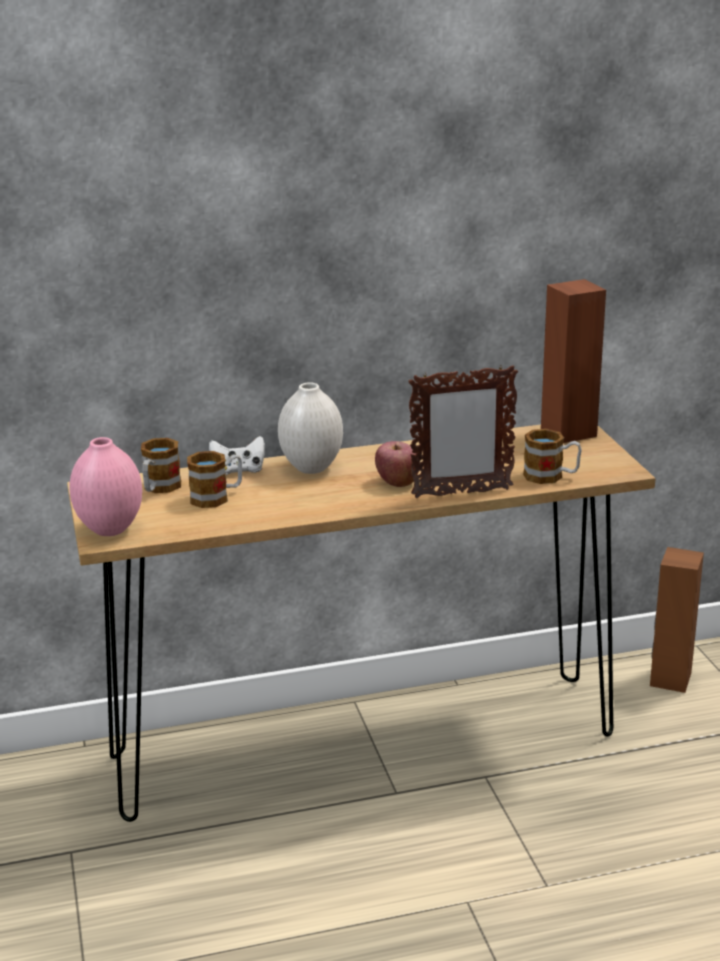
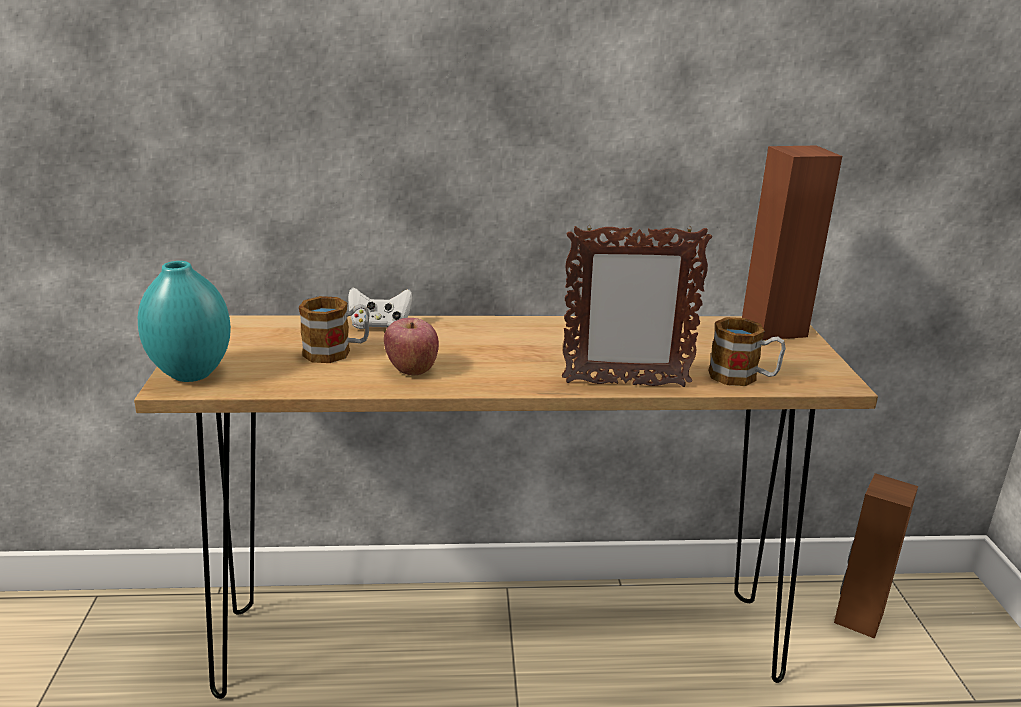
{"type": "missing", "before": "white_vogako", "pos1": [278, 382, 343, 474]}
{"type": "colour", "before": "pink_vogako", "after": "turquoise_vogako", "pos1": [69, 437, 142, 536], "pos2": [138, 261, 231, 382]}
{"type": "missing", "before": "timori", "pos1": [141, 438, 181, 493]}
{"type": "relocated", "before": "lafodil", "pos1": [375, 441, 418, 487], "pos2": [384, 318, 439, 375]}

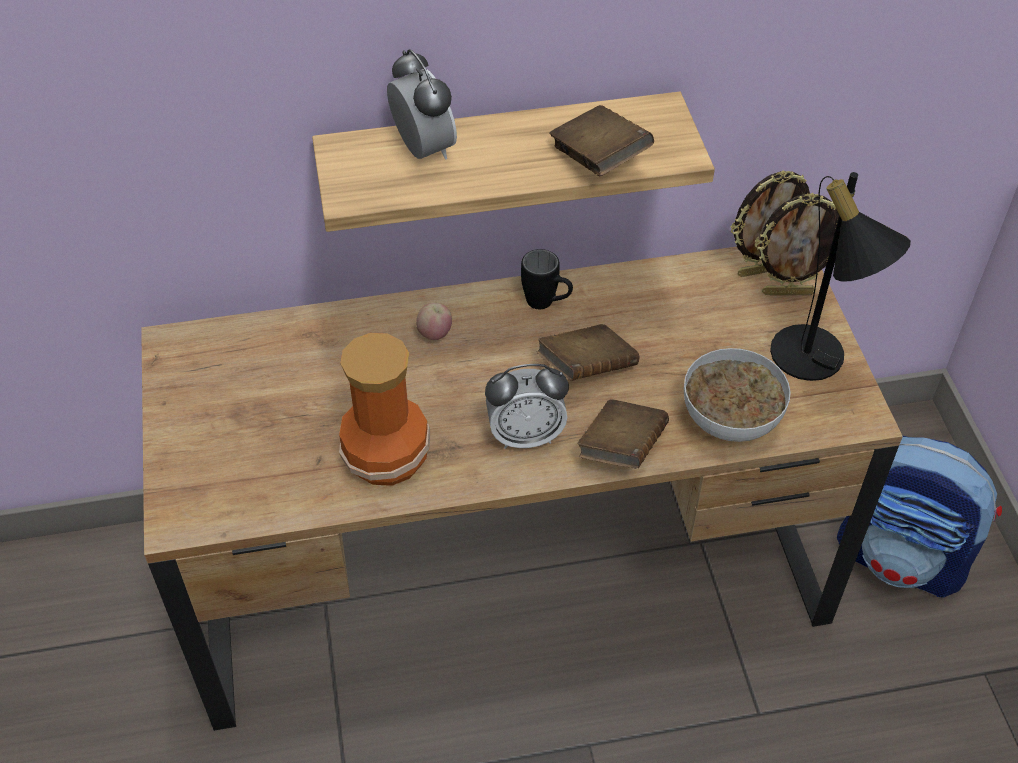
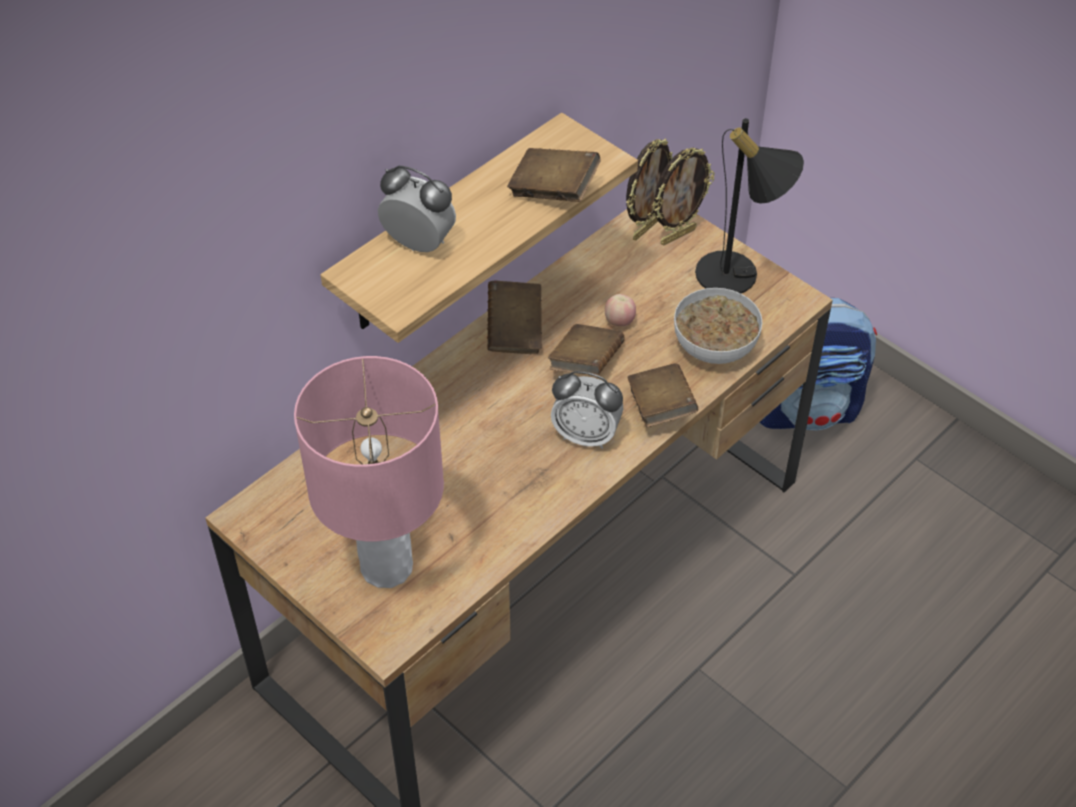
{"type": "exchanged", "before": "black_timori", "after": "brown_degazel", "pos1": [521, 249, 573, 309], "pos2": [487, 280, 542, 354]}
{"type": "relocated", "before": "lafodil", "pos1": [416, 303, 452, 340], "pos2": [605, 294, 636, 326]}
{"type": "missing", "before": "vogako", "pos1": [339, 333, 430, 486]}
{"type": "spun", "before": "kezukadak", "pos1": [485, 364, 569, 449], "pos2": [551, 371, 623, 449], "turn": 60}
{"type": "appeared", "after": "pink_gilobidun", "pos2": [294, 356, 444, 588]}

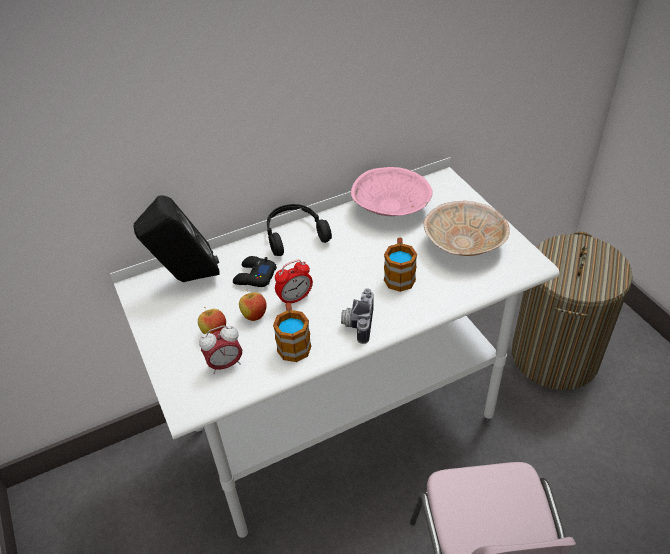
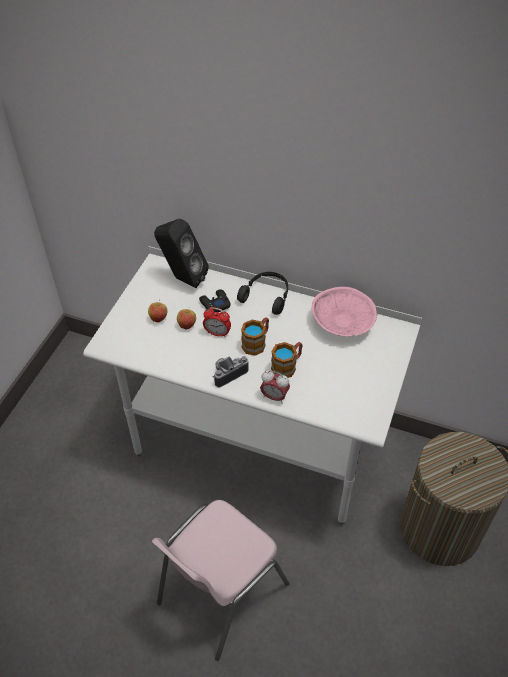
{"type": "missing", "before": "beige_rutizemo", "pos1": [424, 201, 510, 256]}
{"type": "relocated", "before": "timori", "pos1": [273, 303, 311, 362], "pos2": [241, 317, 269, 356]}
{"type": "relocated", "before": "kezukadak", "pos1": [199, 325, 242, 374], "pos2": [260, 370, 290, 404]}

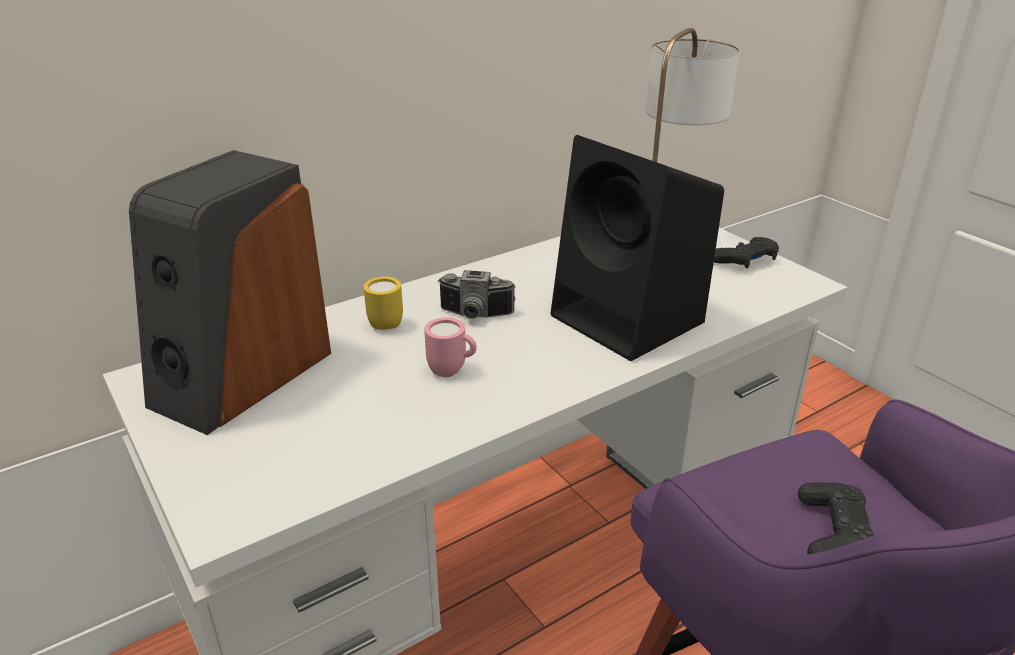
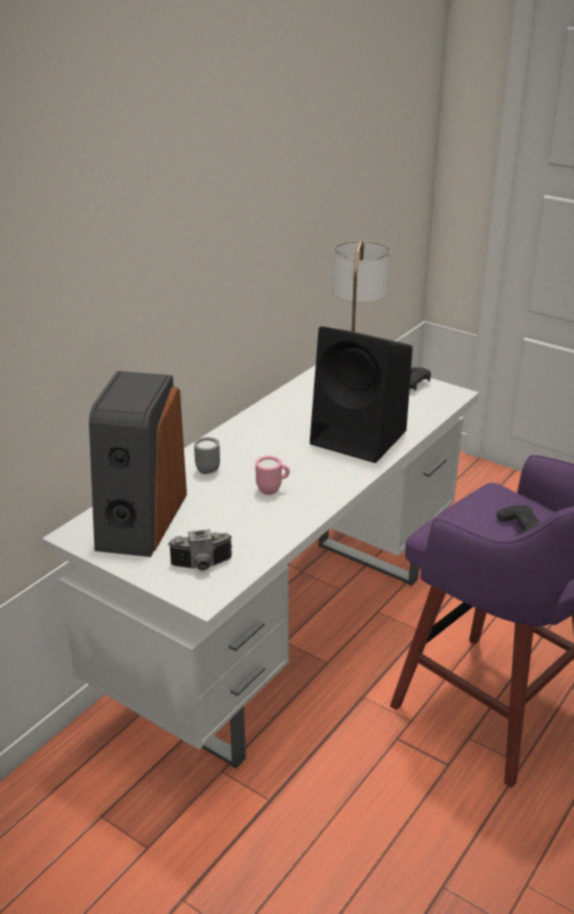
{"type": "relocated", "before": "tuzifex", "pos1": [438, 270, 516, 319], "pos2": [169, 529, 232, 571]}
{"type": "colour", "before": "yellow_timori", "after": "grey_timori", "pos1": [364, 277, 403, 330], "pos2": [194, 437, 220, 474]}

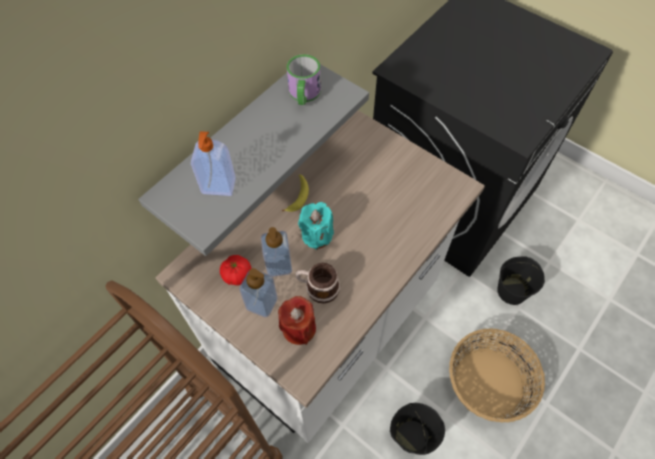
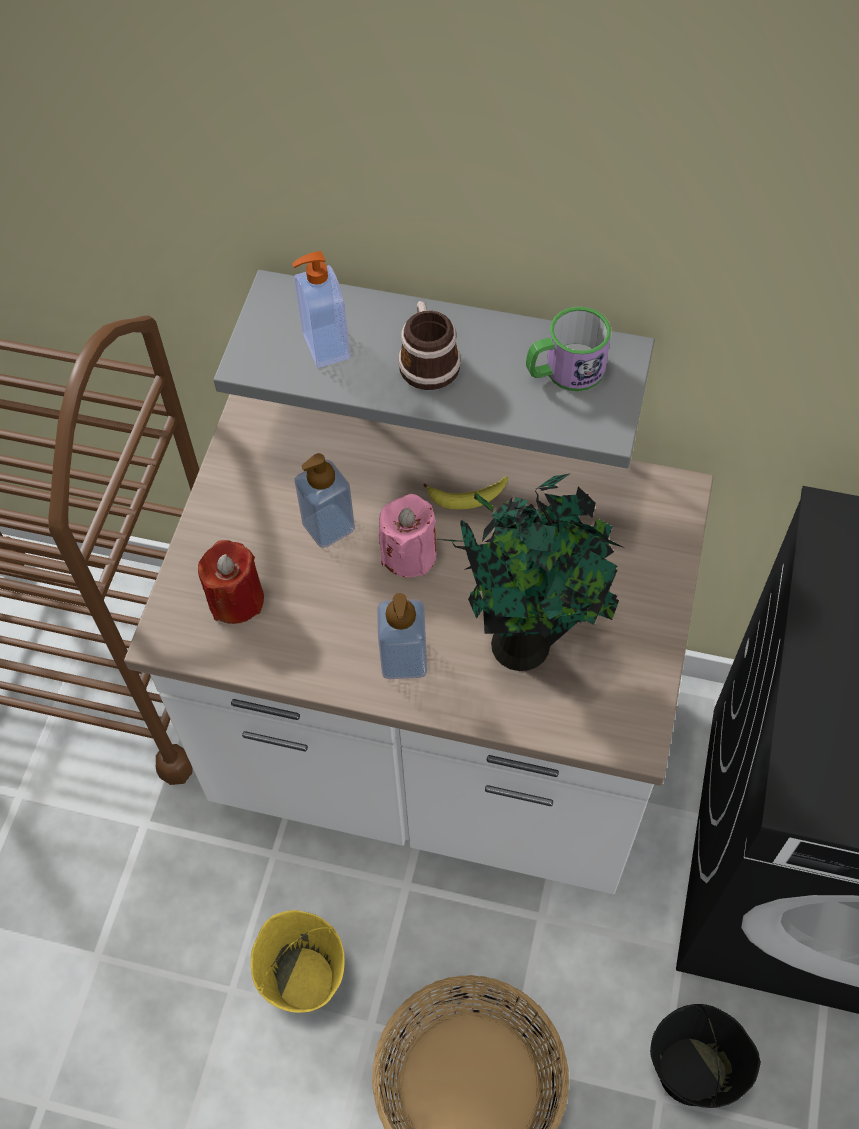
{"type": "colour", "before": "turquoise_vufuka", "after": "pink_vufuka", "pos1": [298, 202, 334, 250], "pos2": [379, 494, 437, 577]}
{"type": "missing", "before": "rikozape", "pos1": [220, 255, 252, 286]}
{"type": "relocated", "before": "timori", "pos1": [295, 263, 340, 303], "pos2": [398, 301, 461, 390]}
{"type": "relocated", "before": "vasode", "pos1": [239, 268, 277, 317], "pos2": [377, 593, 427, 679]}
{"type": "colour", "before": "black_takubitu", "after": "yellow_takubitu", "pos1": [390, 403, 445, 455], "pos2": [251, 910, 345, 1013]}
{"type": "appeared", "after": "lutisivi", "pos2": [436, 474, 624, 671]}

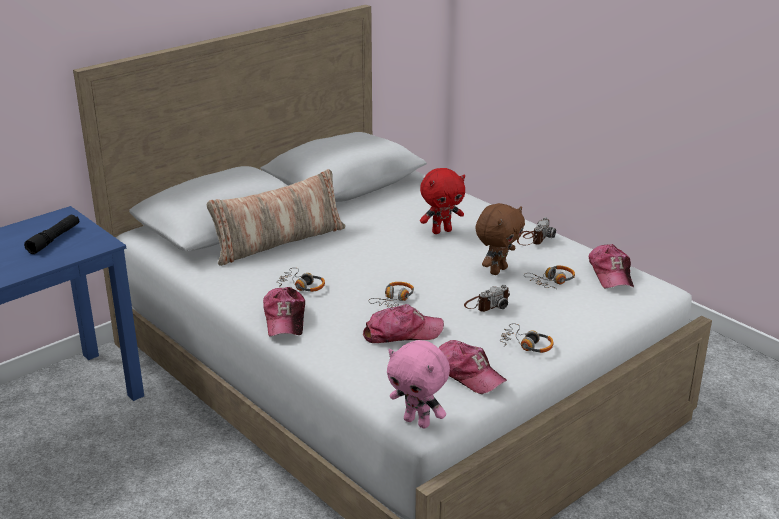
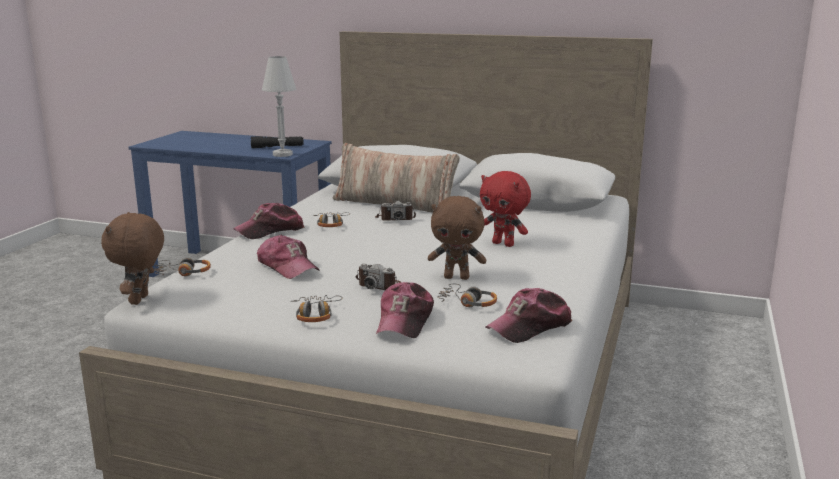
{"type": "relocated", "before": "tuzifex", "pos1": [517, 217, 556, 245], "pos2": [375, 200, 416, 221]}
{"type": "relocated", "before": "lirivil", "pos1": [368, 282, 414, 307], "pos2": [154, 258, 211, 276]}
{"type": "colour", "before": "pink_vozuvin", "after": "brown_vozuvin", "pos1": [387, 340, 450, 428], "pos2": [101, 212, 164, 305]}
{"type": "relocated", "before": "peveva", "pos1": [439, 340, 507, 394], "pos2": [376, 282, 434, 338]}
{"type": "appeared", "after": "white_gilobidun", "pos2": [262, 56, 296, 157]}

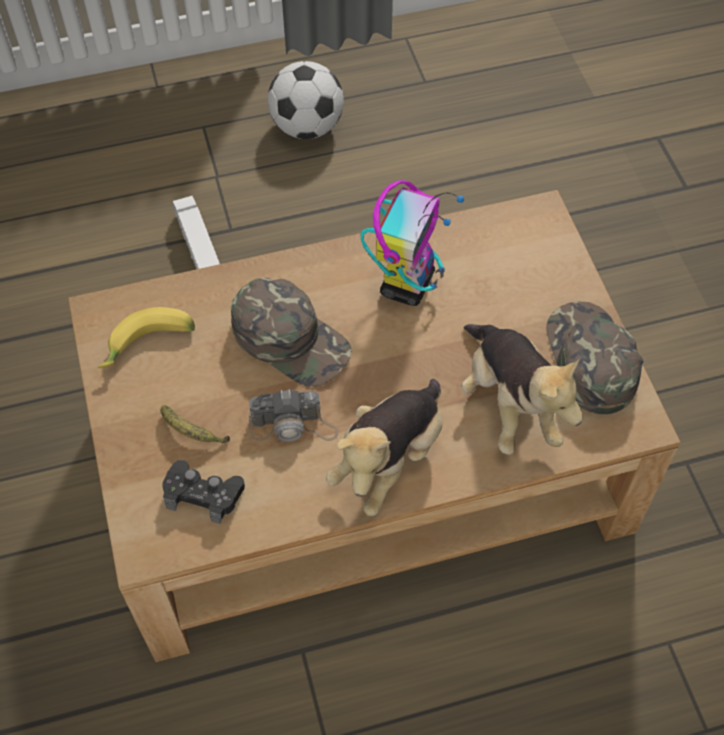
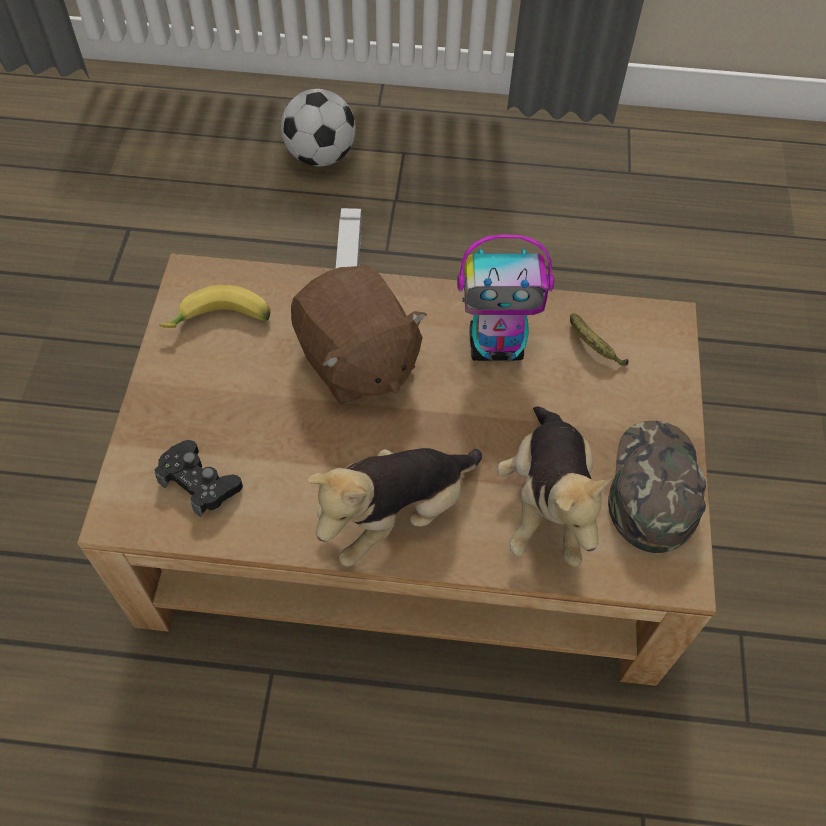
{"type": "relocated", "before": "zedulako", "pos1": [268, 61, 344, 139], "pos2": [281, 89, 356, 166]}
{"type": "spun", "before": "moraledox", "pos1": [361, 180, 464, 306], "pos2": [457, 234, 554, 362], "turn": 45}
{"type": "exchanged", "before": "green_peveva", "after": "brown_vozuvin", "pos1": [231, 278, 352, 387], "pos2": [291, 265, 427, 405]}
{"type": "missing", "before": "tuzifex", "pos1": [249, 389, 338, 442]}
{"type": "relocated", "before": "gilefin", "pos1": [160, 405, 230, 443], "pos2": [570, 313, 628, 366]}

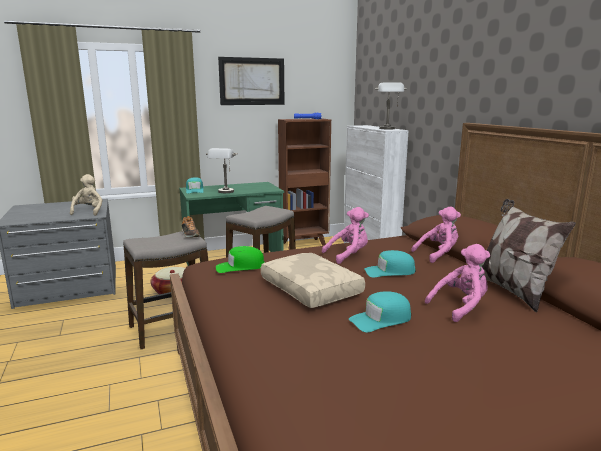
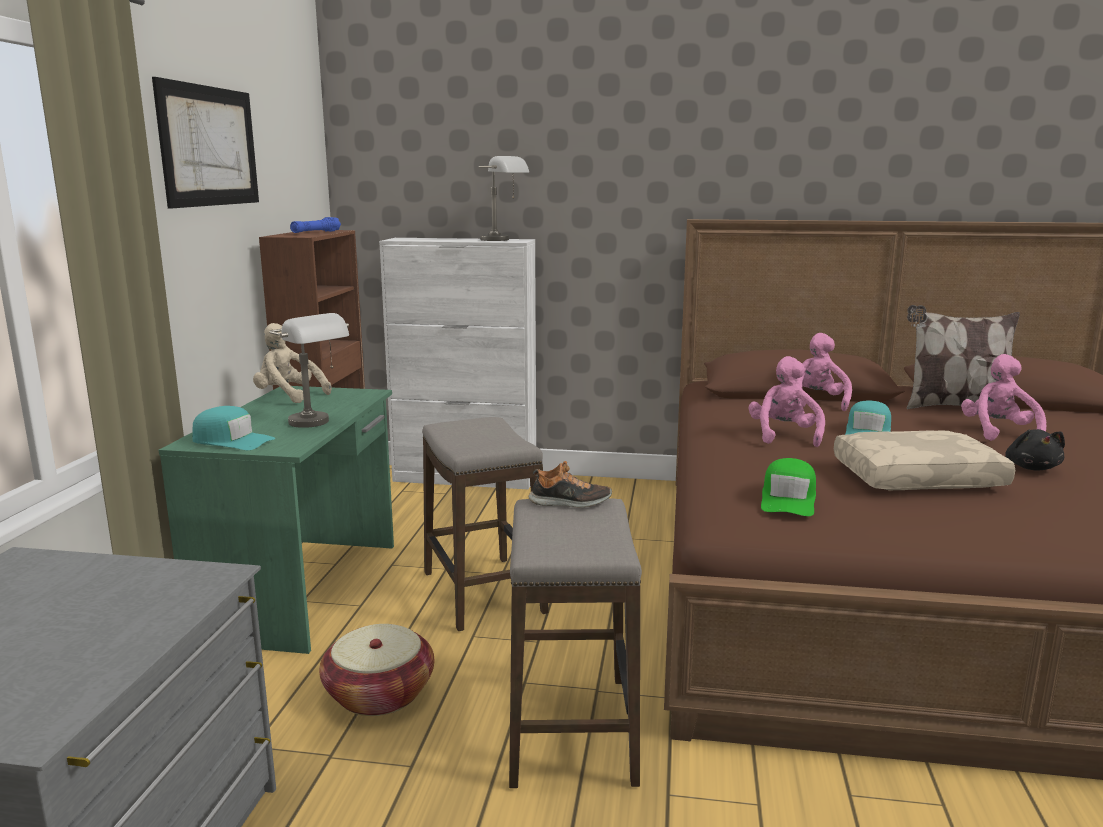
{"type": "relocated", "before": "beige_vozuvin", "pos1": [70, 174, 103, 216], "pos2": [253, 323, 332, 403]}
{"type": "exchanged", "before": "turquoise_peveva", "after": "black_vozuvin", "pos1": [349, 291, 411, 332], "pos2": [1005, 429, 1065, 470]}

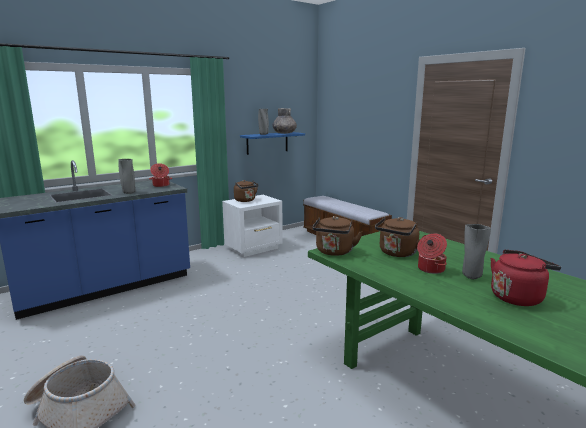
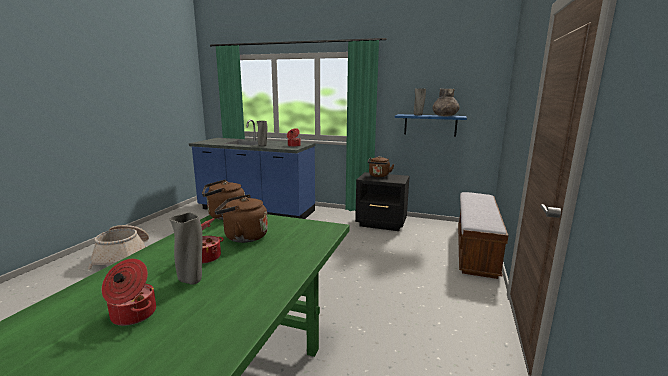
{"type": "colour", "before": "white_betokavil", "after": "black_betokavil", "pos1": [222, 195, 283, 257], "pos2": [355, 172, 410, 231]}
{"type": "exchanged", "before": "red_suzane", "after": "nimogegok", "pos1": [490, 250, 561, 306], "pos2": [102, 259, 156, 326]}

